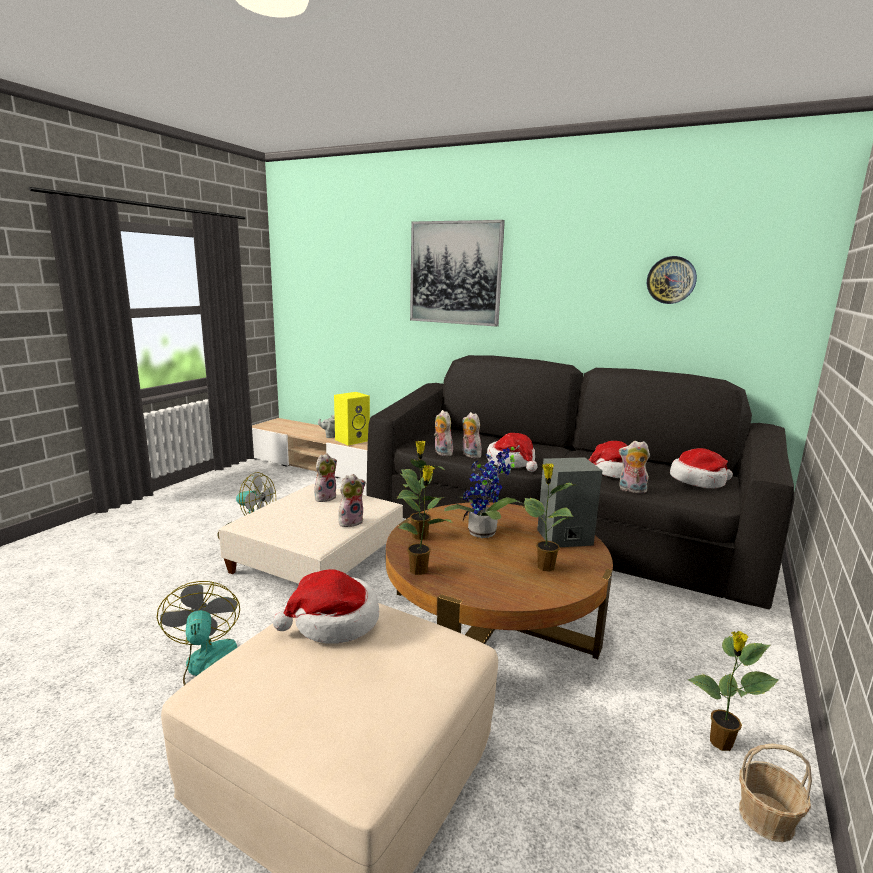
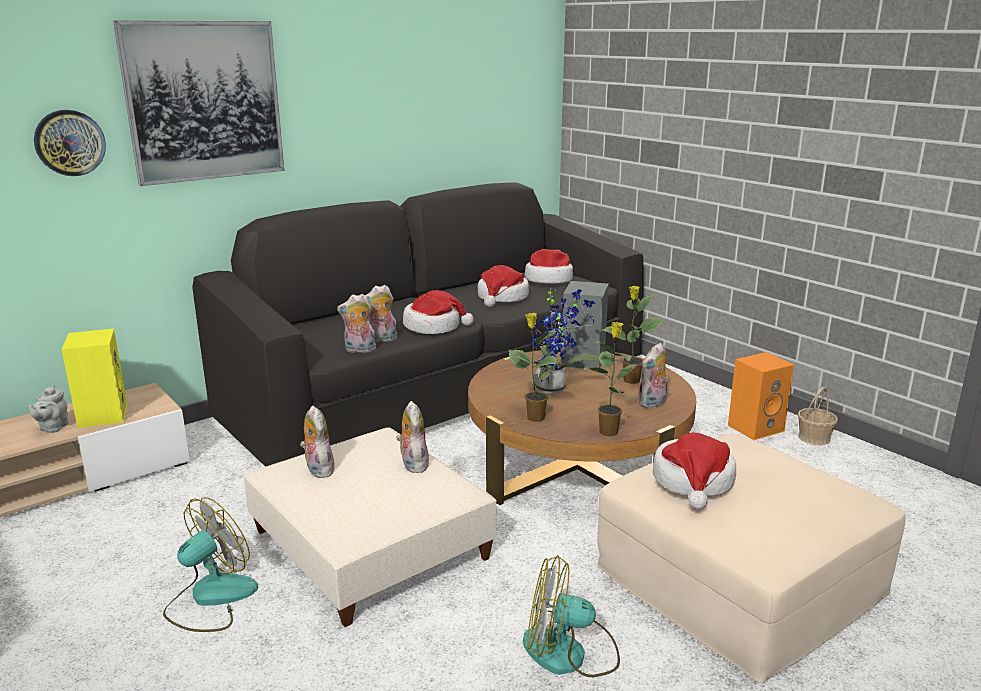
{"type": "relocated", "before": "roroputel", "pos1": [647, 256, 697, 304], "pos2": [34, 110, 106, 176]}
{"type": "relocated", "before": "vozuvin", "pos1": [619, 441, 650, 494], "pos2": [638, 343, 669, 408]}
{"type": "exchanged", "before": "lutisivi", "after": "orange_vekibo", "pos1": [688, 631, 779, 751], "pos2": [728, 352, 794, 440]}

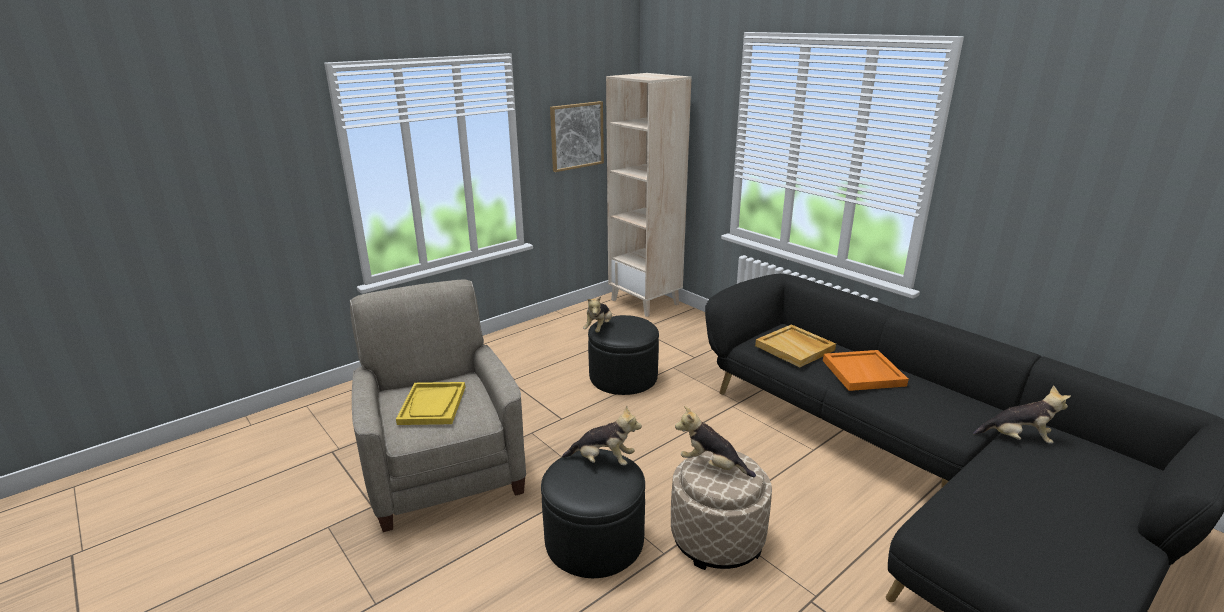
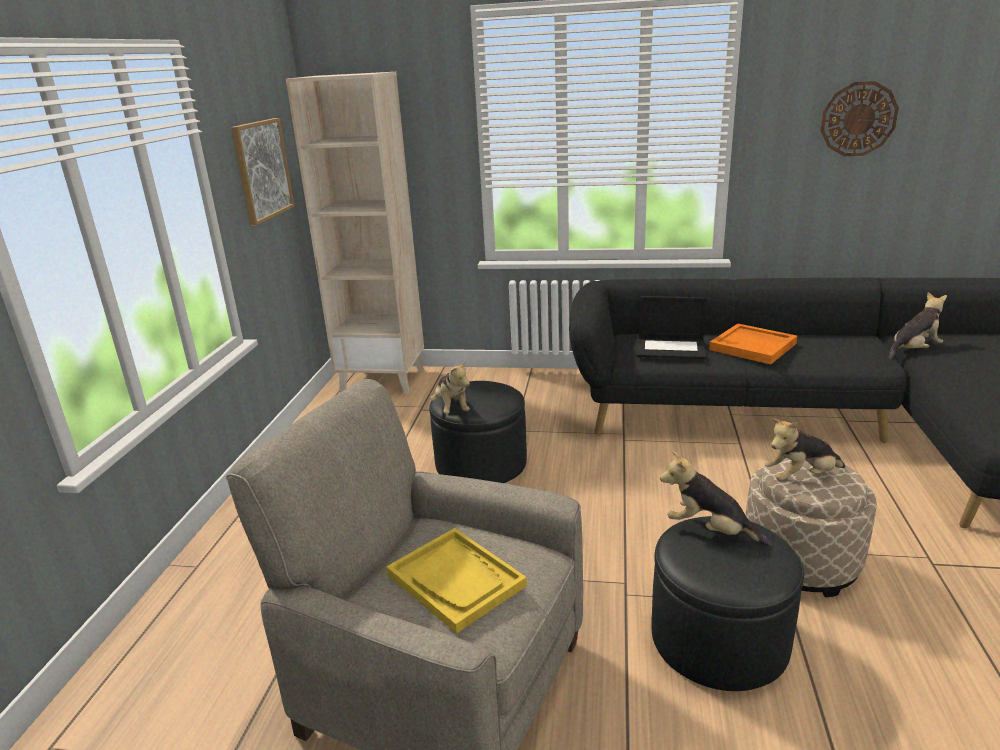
{"type": "exchanged", "before": "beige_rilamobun", "after": "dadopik", "pos1": [755, 324, 836, 367], "pos2": [637, 296, 706, 359]}
{"type": "spun", "before": "vozuvin", "pos1": [562, 405, 642, 465], "pos2": [660, 451, 771, 546], "turn": -120}
{"type": "appeared", "after": "roroputel", "pos2": [820, 81, 899, 156]}

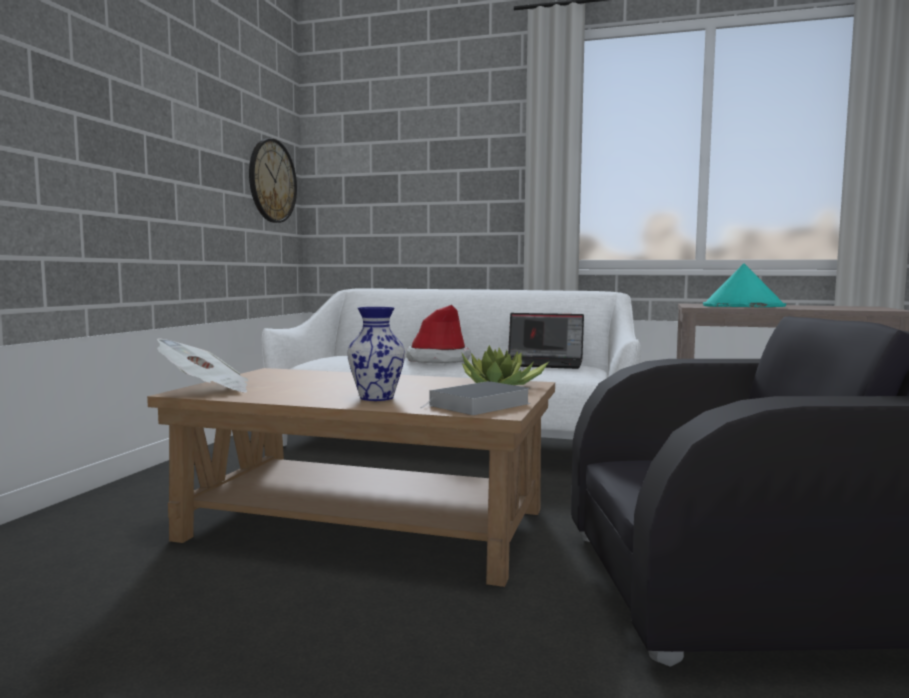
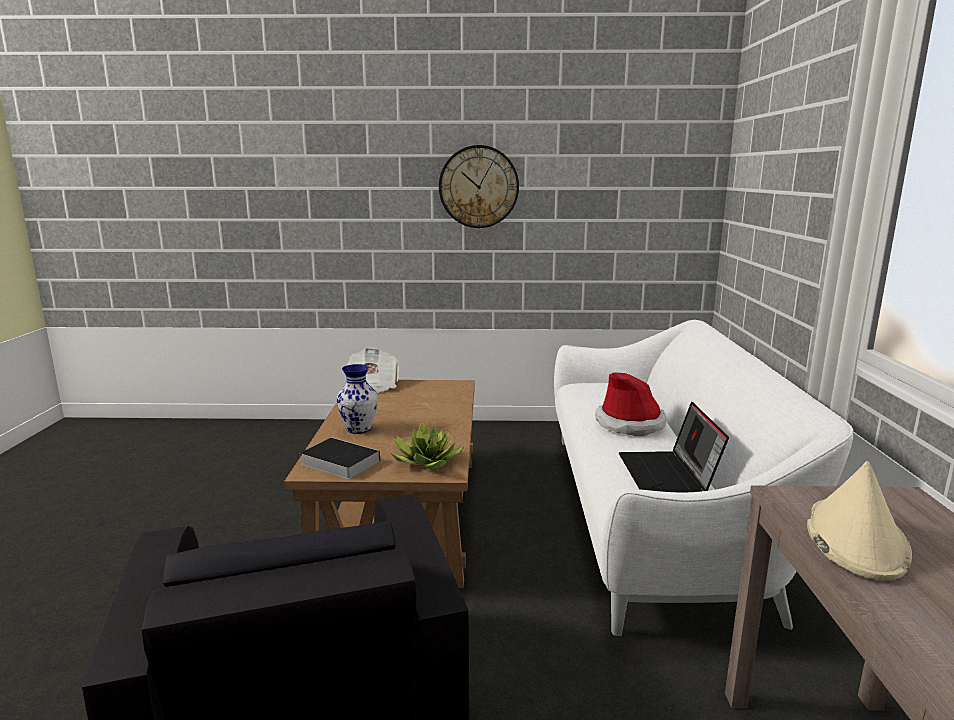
{"type": "relocated", "before": "roroputel", "pos1": [249, 139, 297, 223], "pos2": [439, 145, 519, 228]}
{"type": "colour", "before": "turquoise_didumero", "after": "beige_didumero", "pos1": [703, 263, 786, 307], "pos2": [807, 461, 912, 580]}

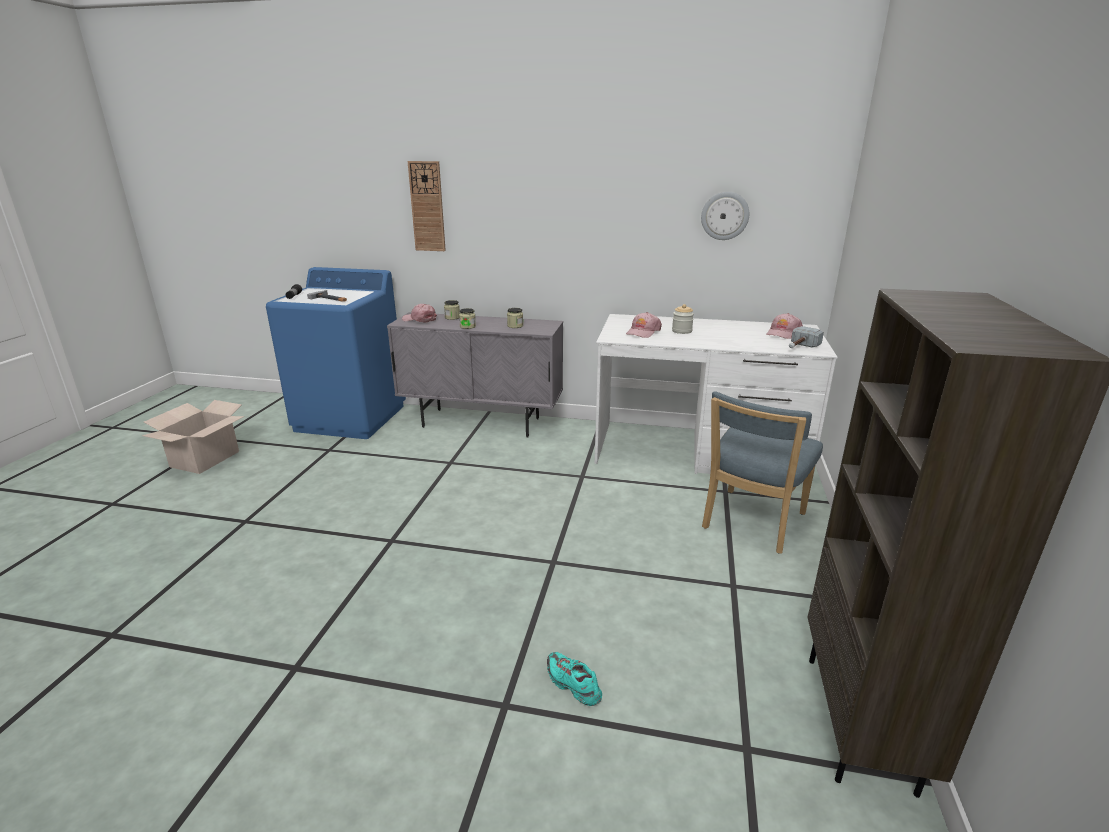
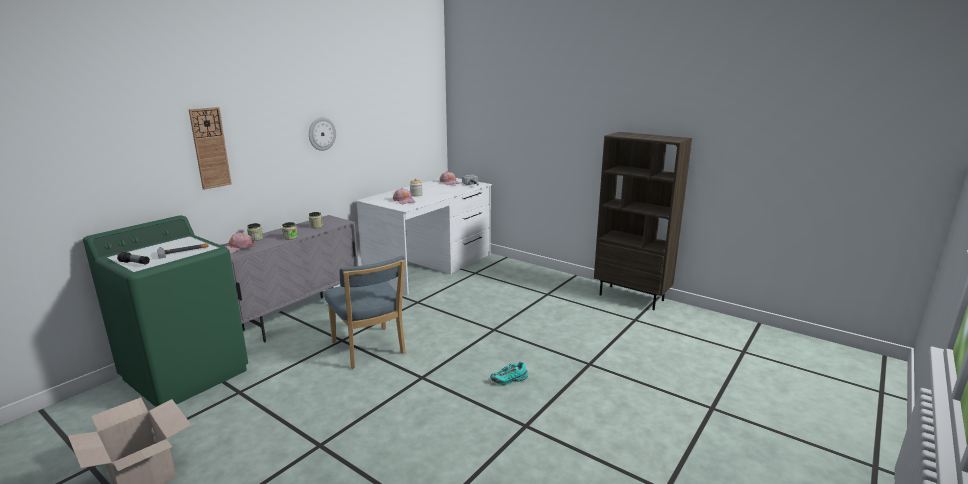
{"type": "relocated", "before": "roroputel", "pos1": [701, 192, 749, 240], "pos2": [309, 117, 336, 151]}
{"type": "colour", "before": "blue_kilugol", "after": "green_kilugol", "pos1": [266, 267, 406, 439], "pos2": [83, 215, 248, 407]}
{"type": "relocated", "before": "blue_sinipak", "pos1": [702, 391, 823, 554], "pos2": [324, 256, 406, 368]}
{"type": "relocated", "before": "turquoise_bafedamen", "pos1": [547, 652, 602, 706], "pos2": [490, 362, 528, 385]}

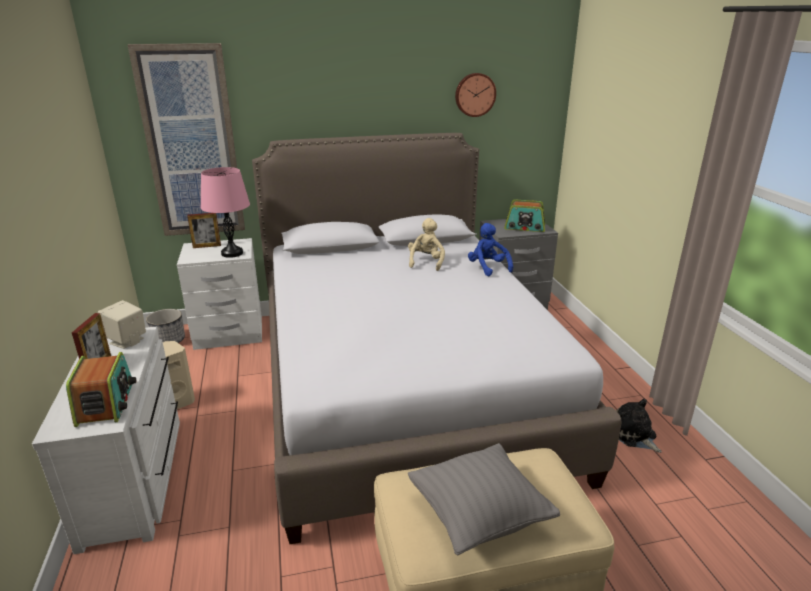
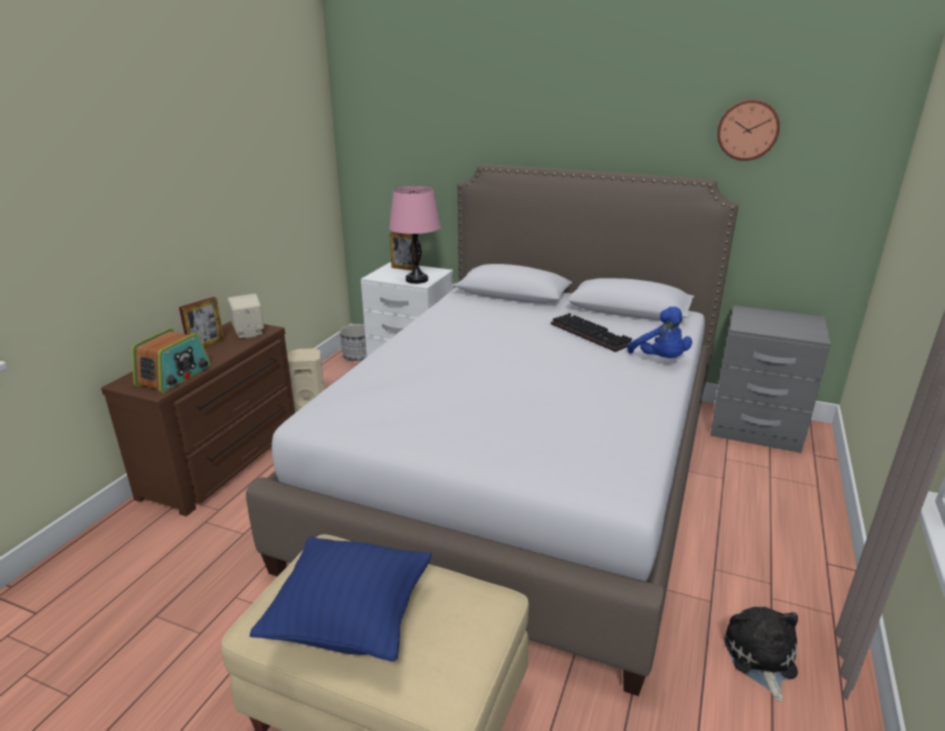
{"type": "missing", "before": "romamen", "pos1": [128, 43, 245, 236]}
{"type": "missing", "before": "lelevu", "pos1": [504, 199, 545, 232]}
{"type": "exchanged", "before": "beige_vozuvin", "after": "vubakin", "pos1": [408, 218, 445, 271], "pos2": [551, 313, 632, 352]}
{"type": "spun", "before": "blue_vozuvin", "pos1": [468, 223, 513, 276], "pos2": [627, 306, 692, 358], "turn": 150}
{"type": "colour", "before": "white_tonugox", "after": "brown_tonugox", "pos1": [32, 326, 180, 554], "pos2": [101, 321, 295, 516]}
{"type": "colour", "before": "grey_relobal", "after": "blue_relobal", "pos1": [408, 443, 560, 556], "pos2": [250, 536, 432, 662]}

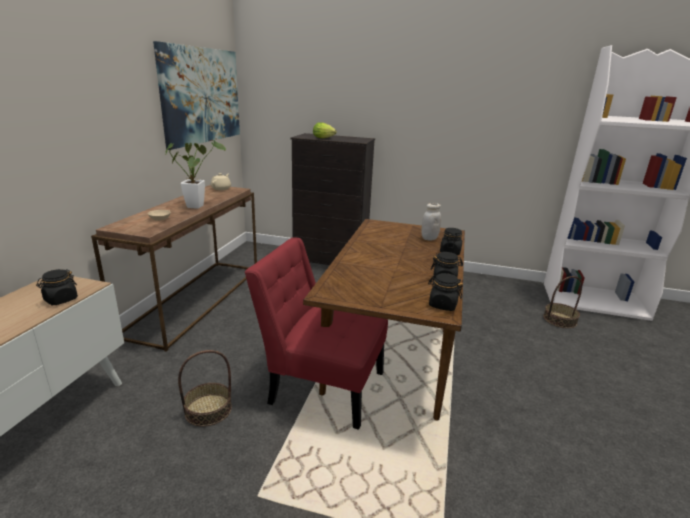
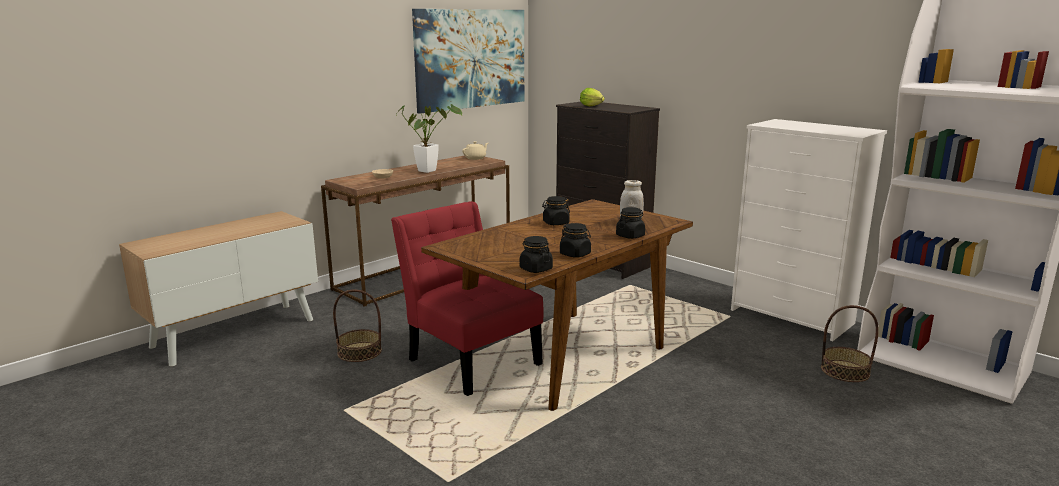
{"type": "relocated", "before": "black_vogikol", "pos1": [36, 269, 78, 305], "pos2": [542, 196, 570, 225]}
{"type": "appeared", "after": "white_tonugox", "pos2": [731, 119, 887, 341]}

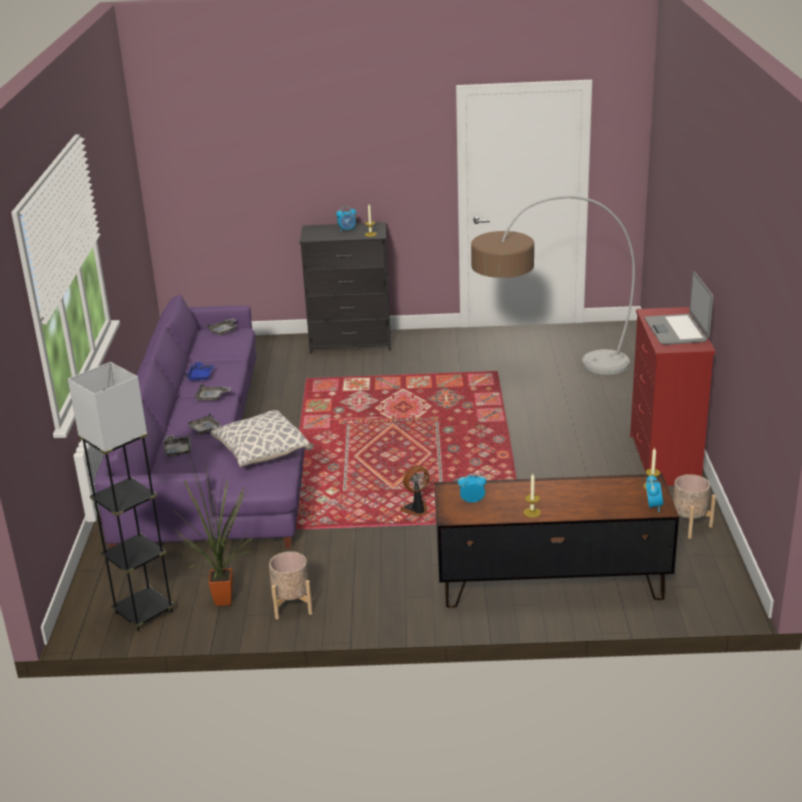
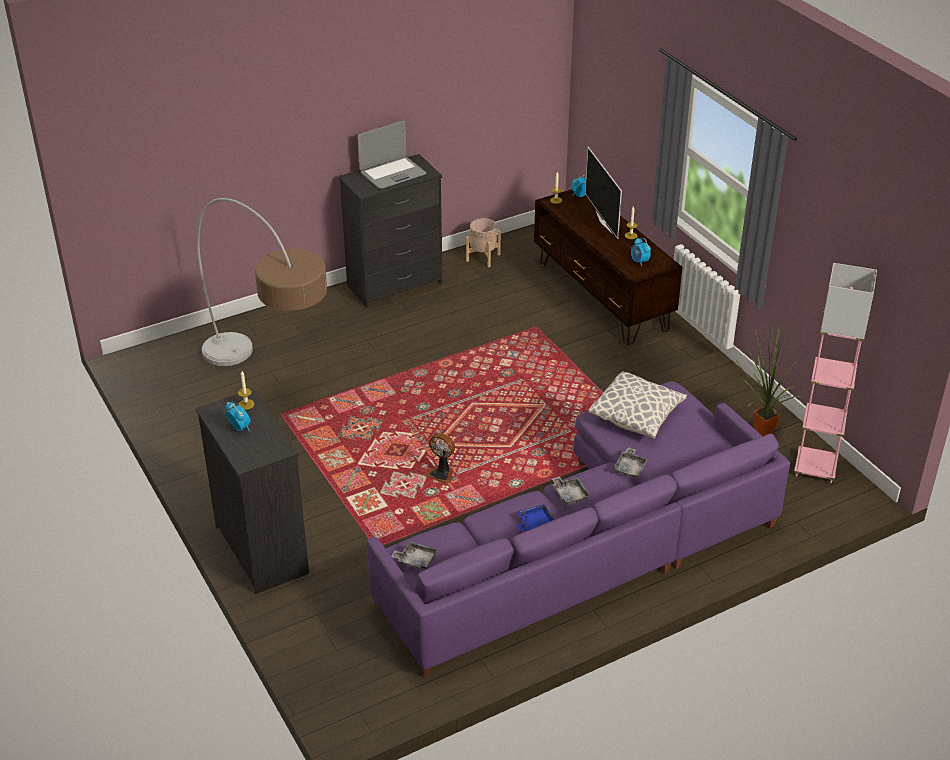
{"type": "colour", "before": "red_tonugox", "after": "black_tonugox", "pos1": [630, 307, 716, 486], "pos2": [338, 154, 443, 308]}
{"type": "colour", "before": "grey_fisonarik", "after": "pink_fisonarik", "pos1": [68, 362, 175, 631], "pos2": [794, 263, 877, 483]}
{"type": "missing", "before": "grey_rilamobun", "pos1": [163, 435, 191, 457]}
{"type": "relocated", "before": "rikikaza", "pos1": [400, 465, 429, 517], "pos2": [426, 433, 455, 484]}
{"type": "missing", "before": "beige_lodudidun", "pos1": [269, 551, 313, 619]}
{"type": "appeared", "after": "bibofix", "pos2": [585, 147, 622, 239]}

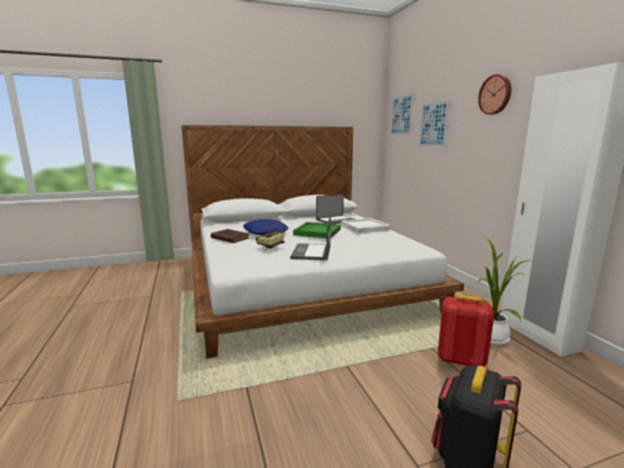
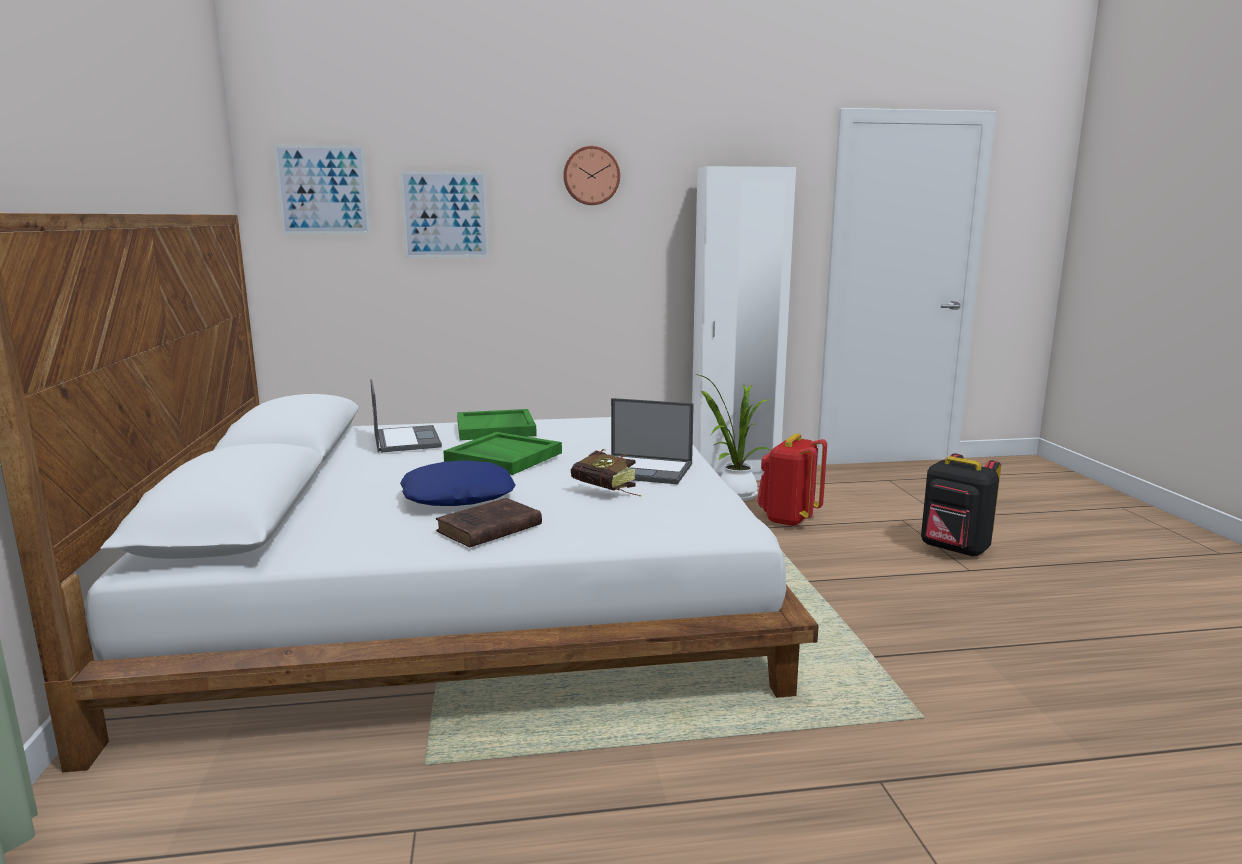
{"type": "colour", "before": "white_rilamobun", "after": "green_rilamobun", "pos1": [341, 218, 391, 234], "pos2": [457, 409, 537, 440]}

